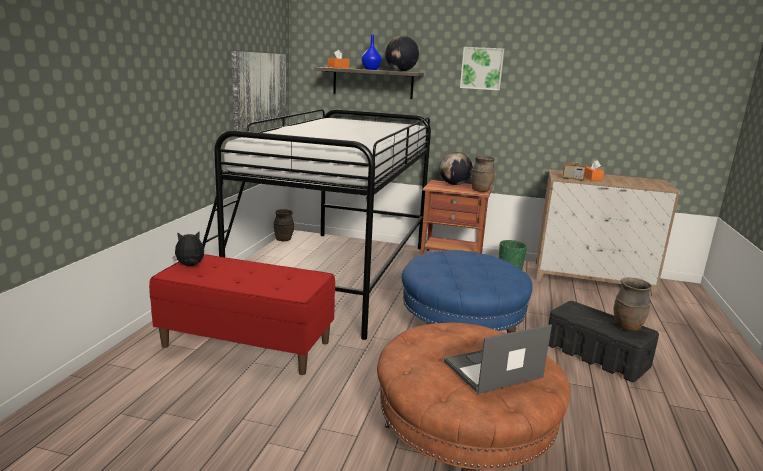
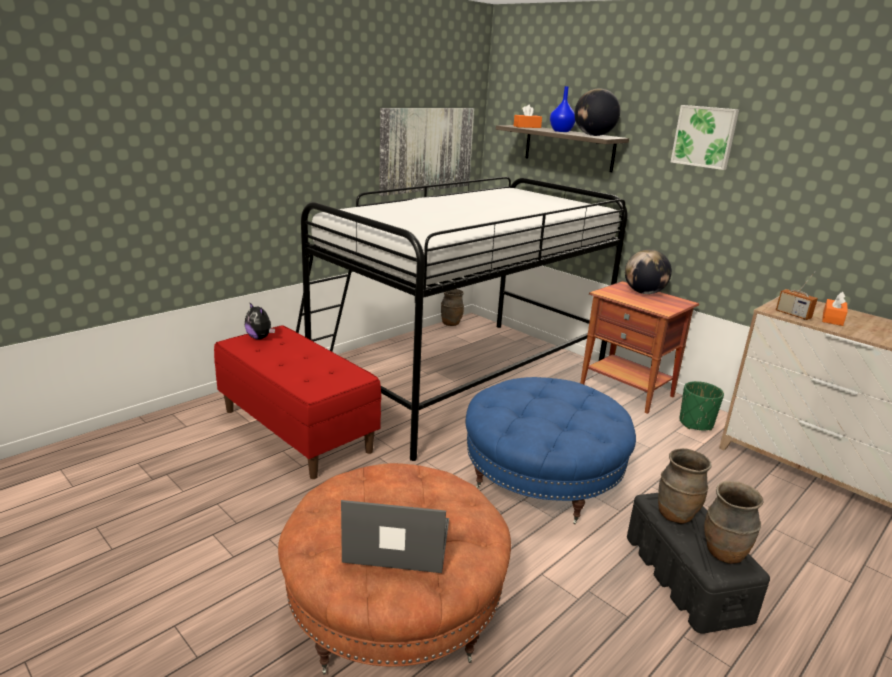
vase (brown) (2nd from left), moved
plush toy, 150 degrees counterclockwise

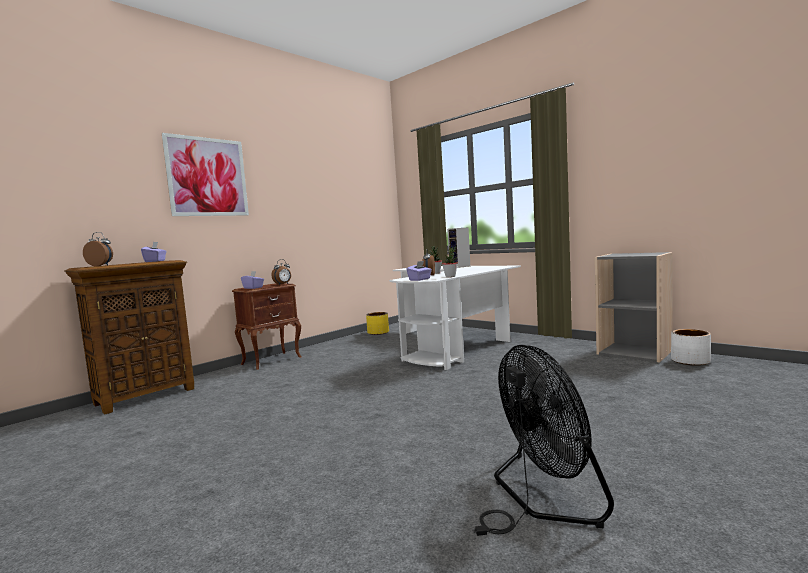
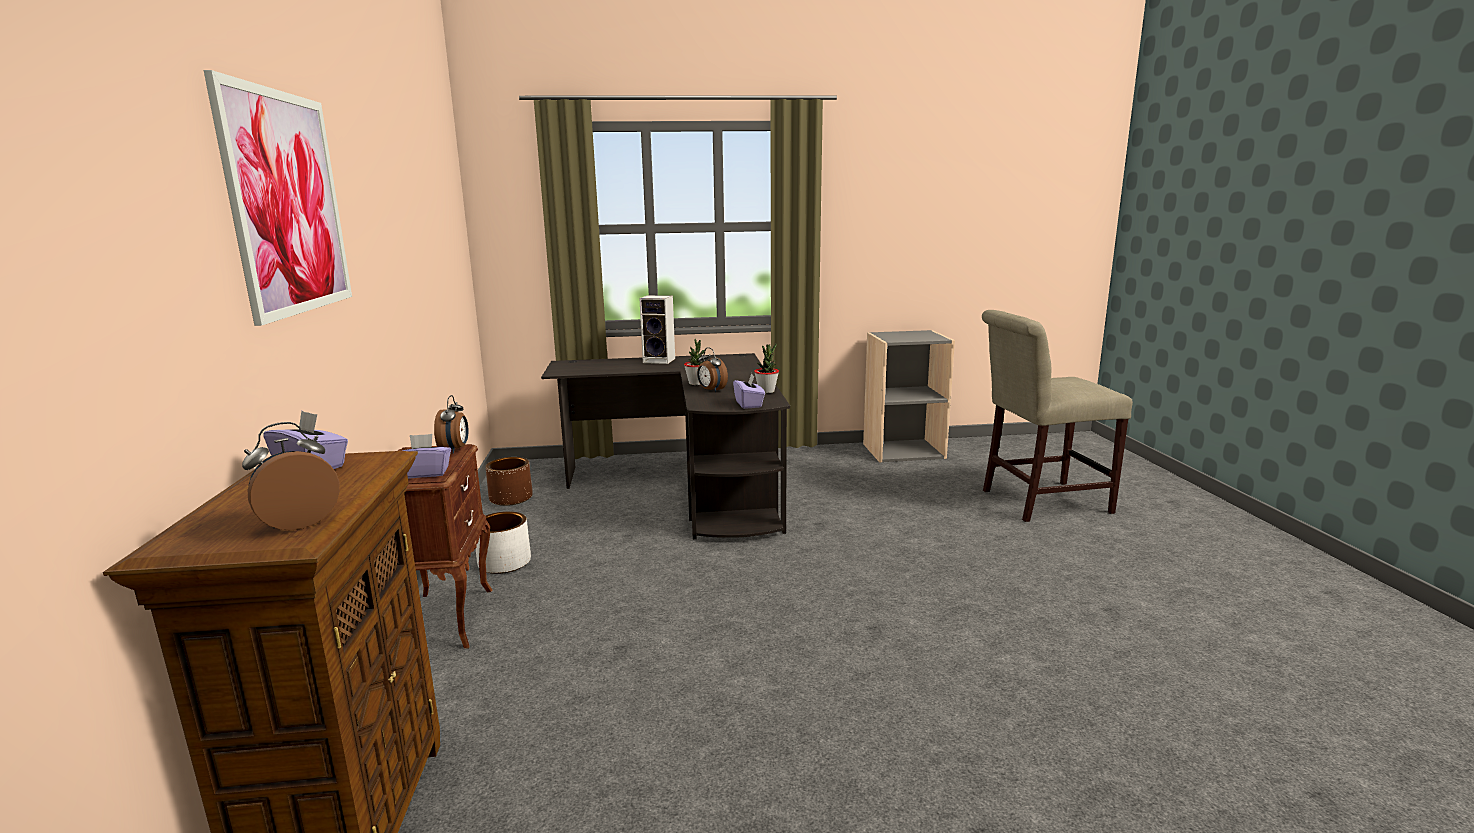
desk (white) → desk (black)
planter (yellow) → planter (brown)
planter (white), moved
fan (black) → -
- → chair (beige)

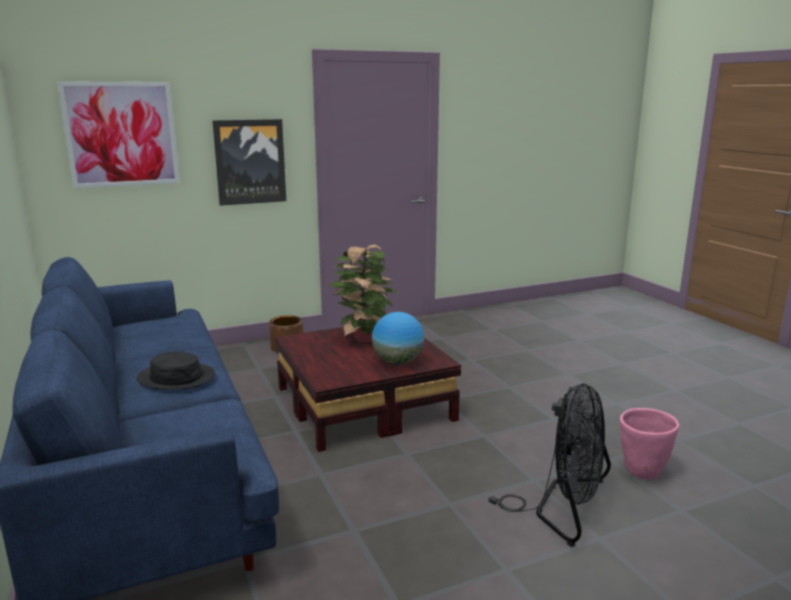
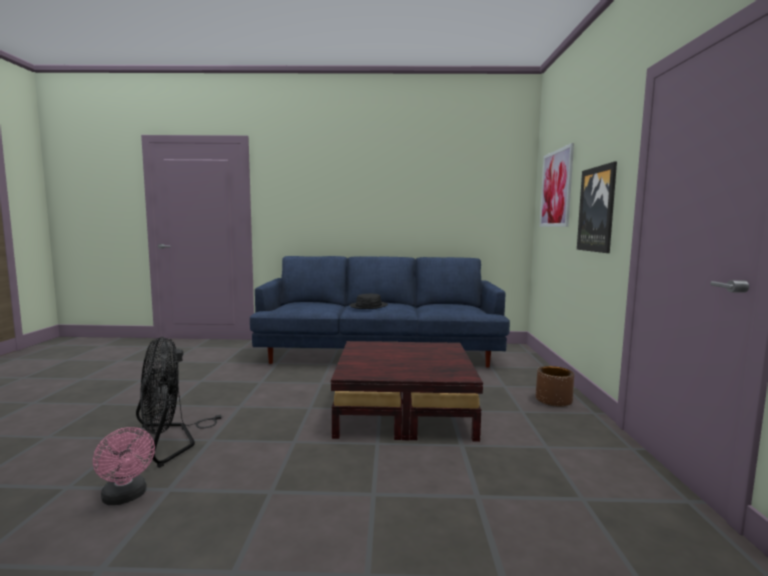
potted plant → -
globe → -
planter (pink) → fan (pink)

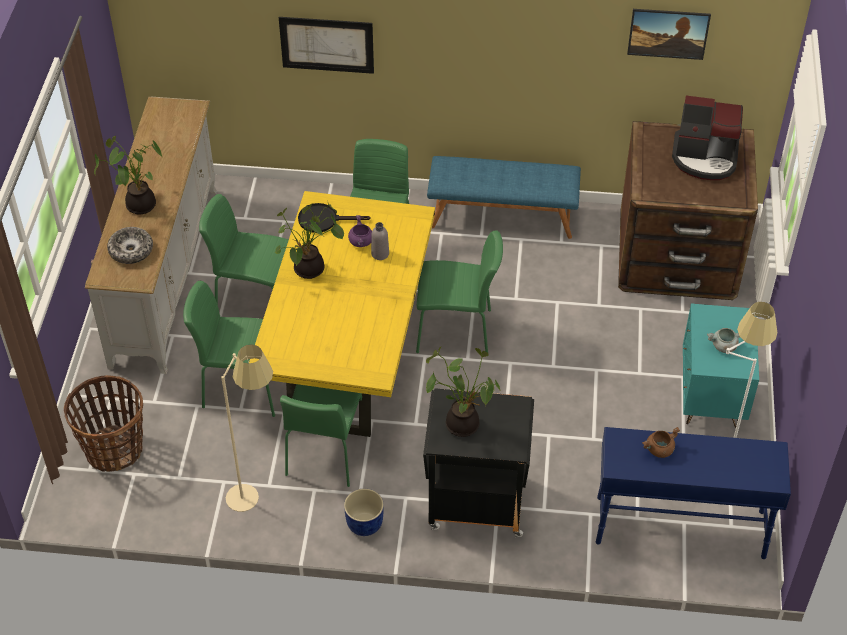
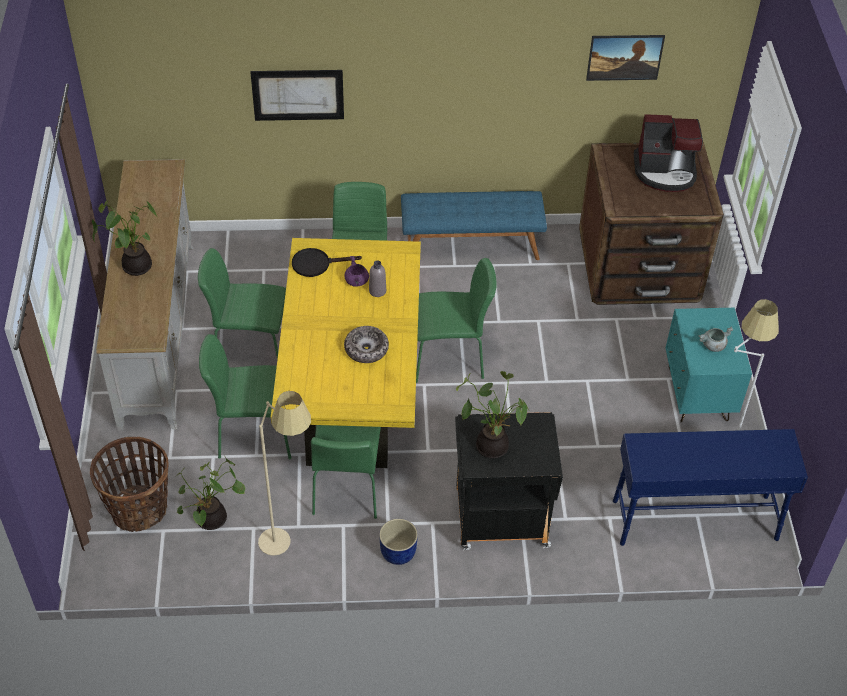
potted plant (2nd from left), moved
bowl, moved
cooking pot (brown) → -

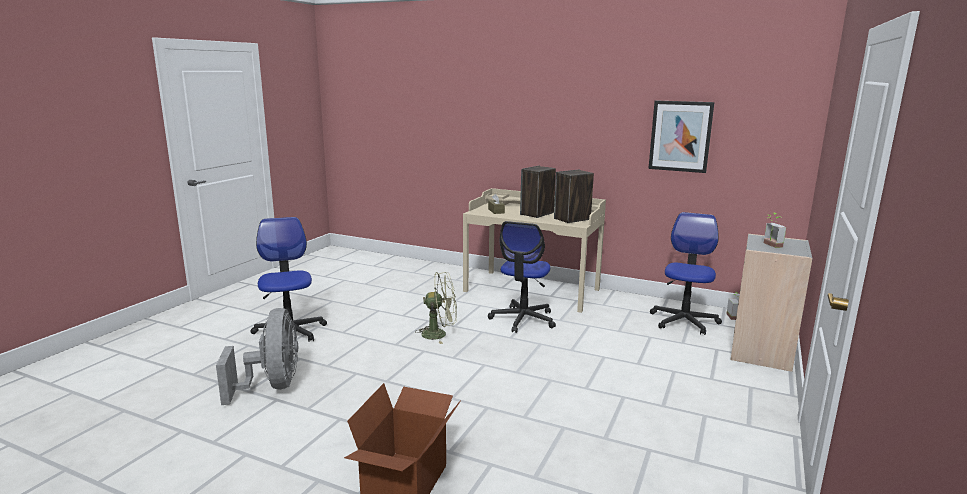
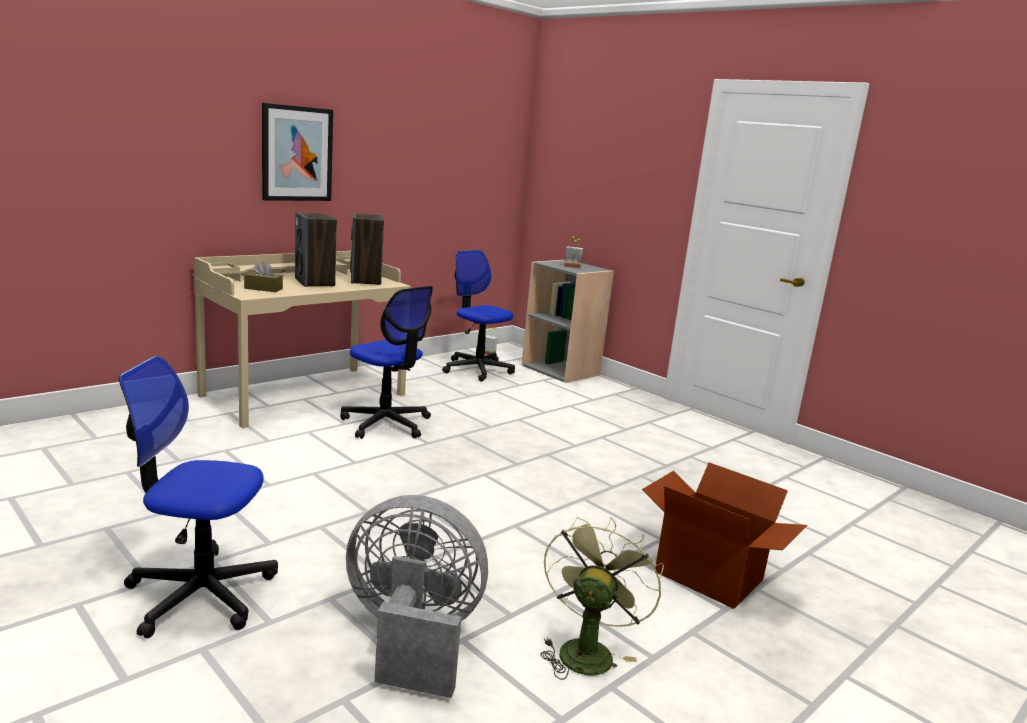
picture, moved
fan (green), moved

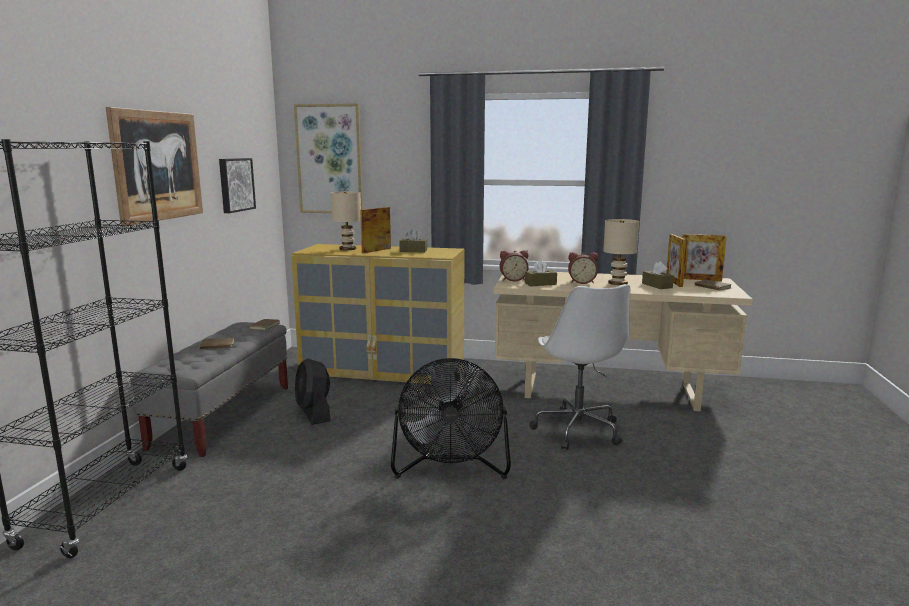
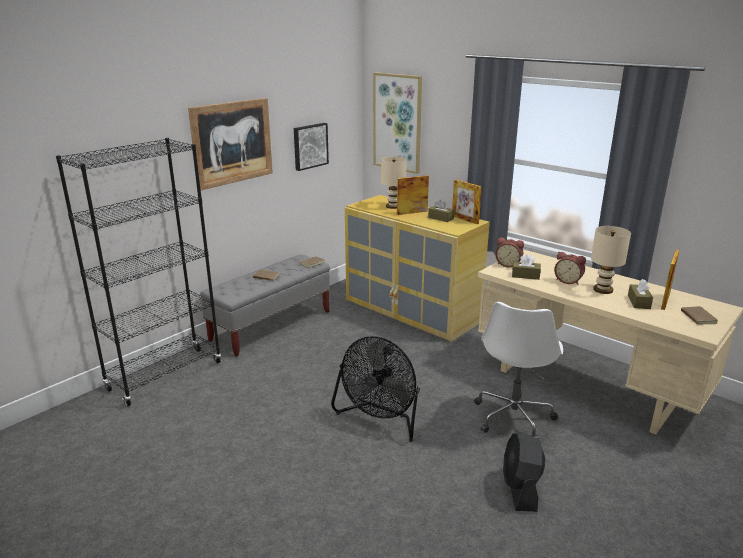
picture frame (3rd from left in the first image) → picture frame (2nd from left), moved
fan (black) (1st from left in the first image) → fan (black) (2nd from left), moved

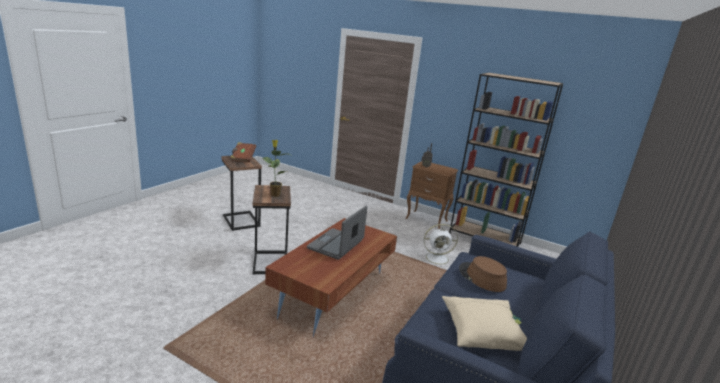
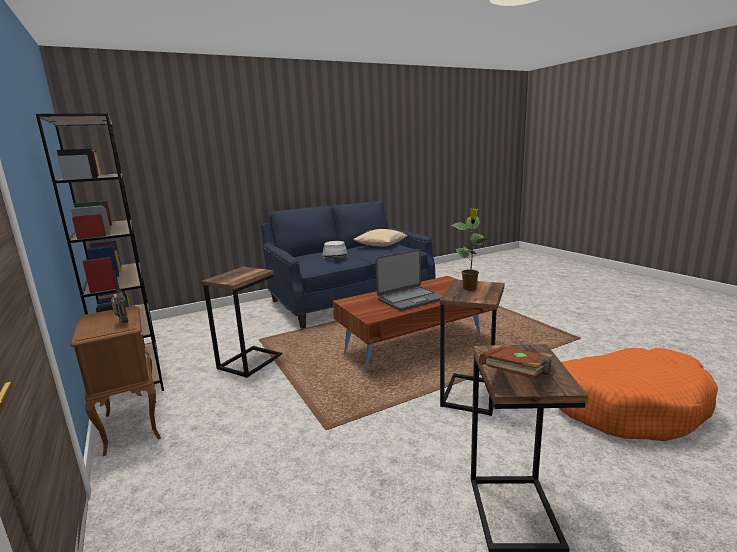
fan (white) → side table (1st from left)
hat (brown) → hat (grey)
- → dog bed (orange)

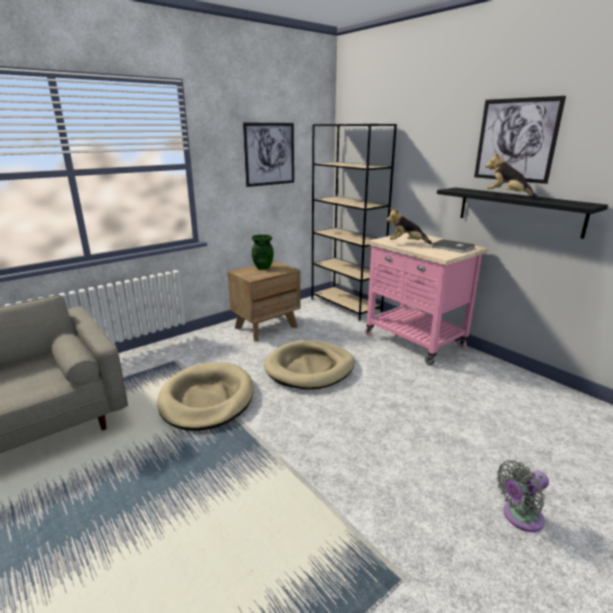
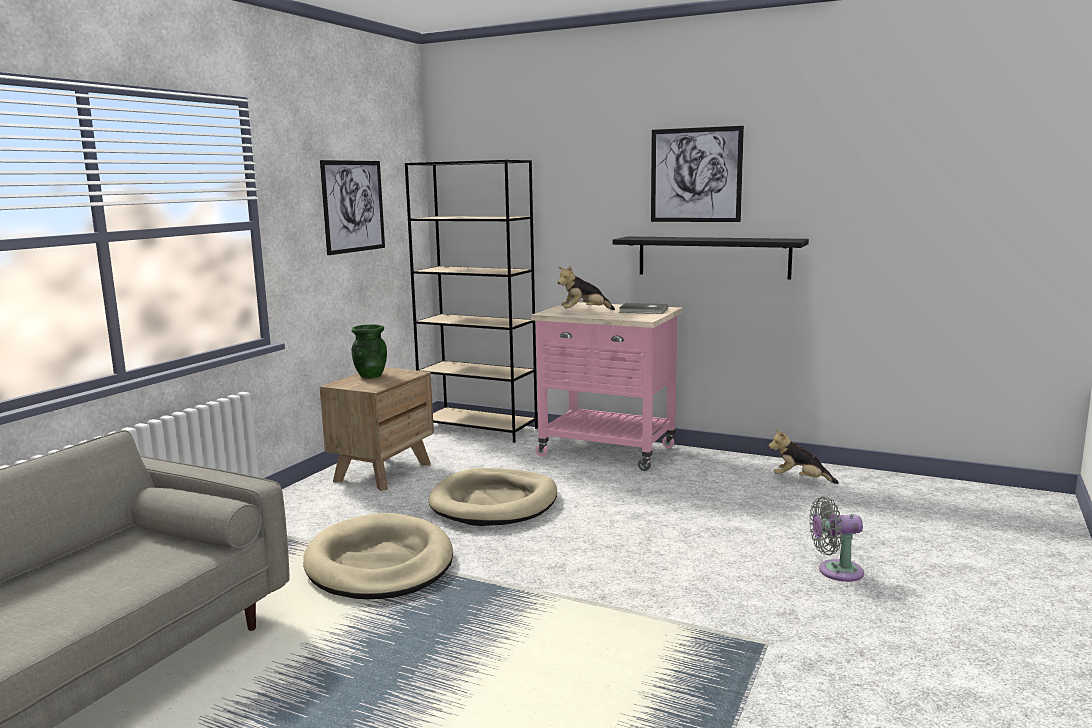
plush toy (2nd from left), moved
fan (grey), 45 degrees clockwise

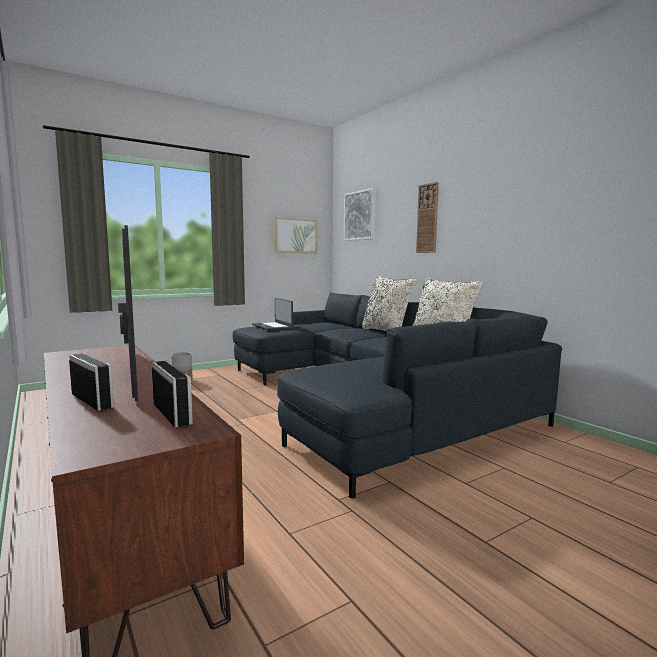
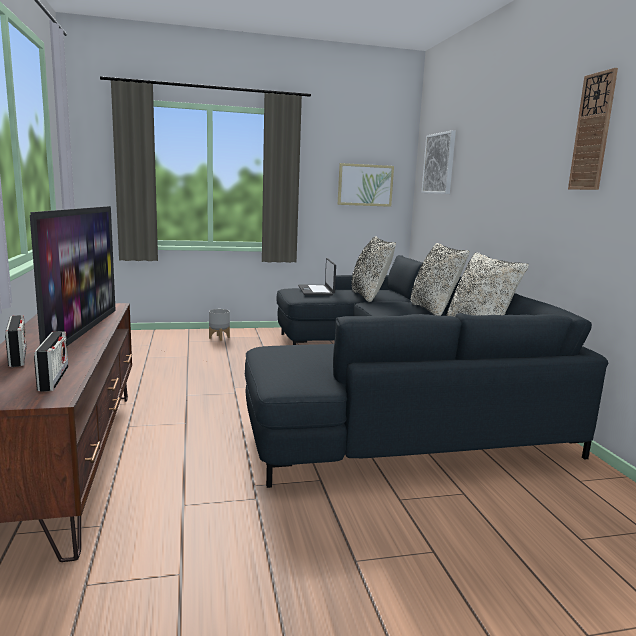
wall clock, moved
- → pillow (beige) (1st from left)

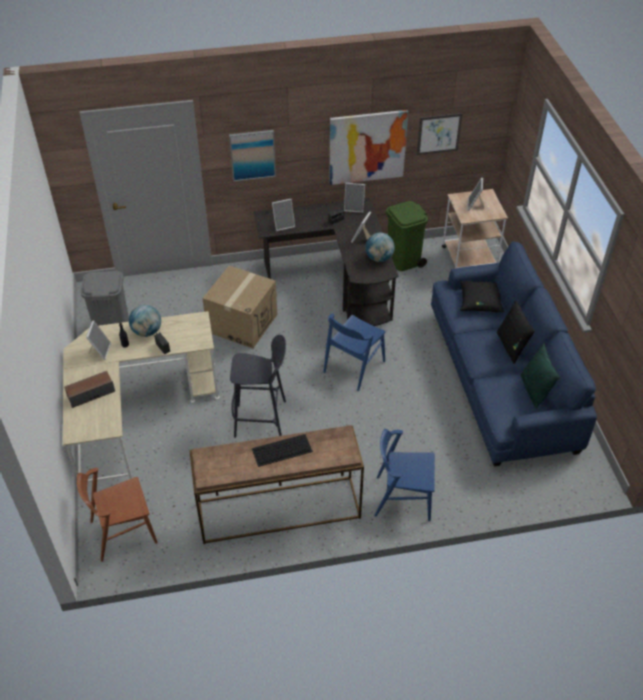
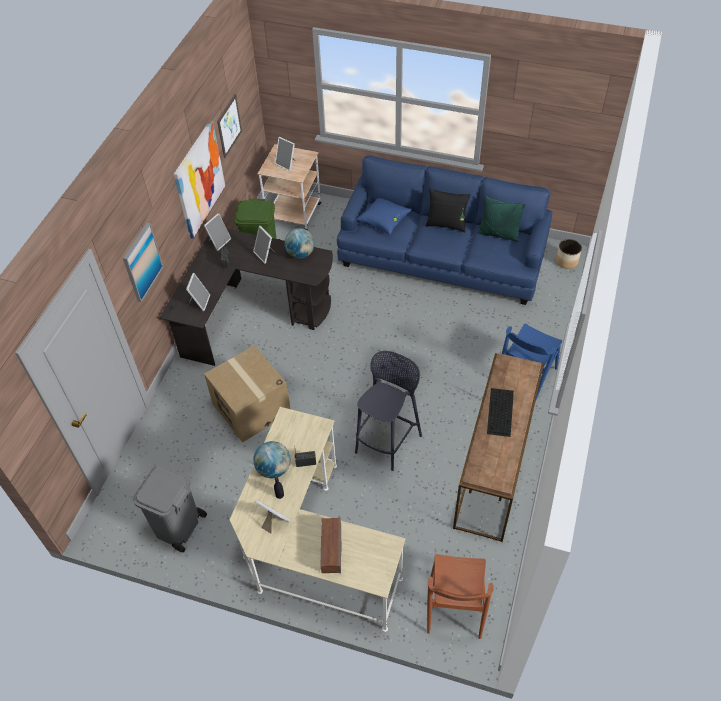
pillow (black) (1st from left) → pillow (blue)
chair (blue) (1st from left) → -
- → planter

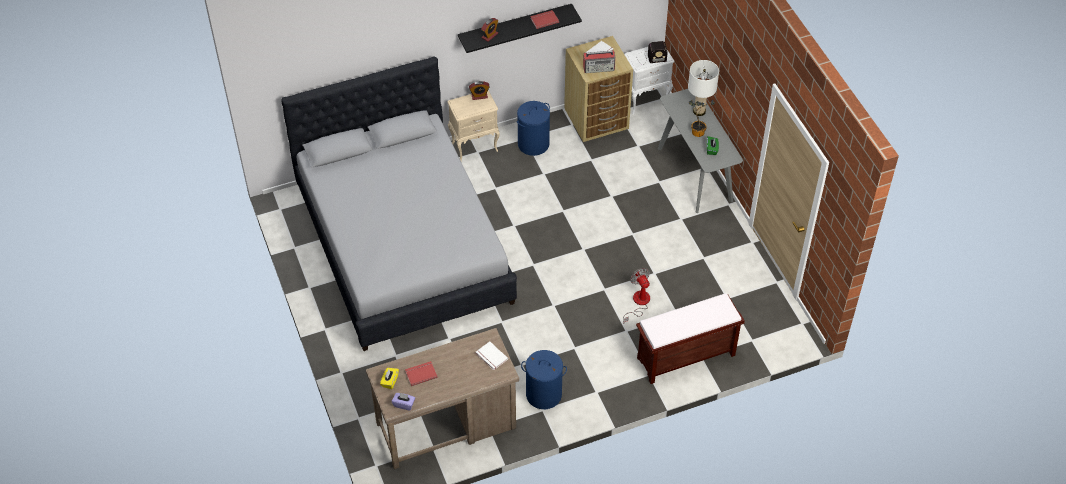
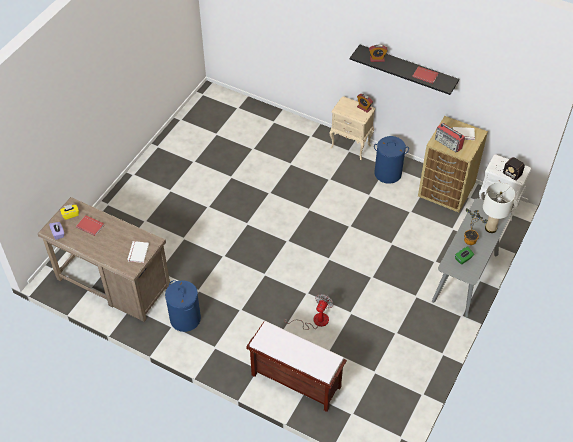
bed (grey) → -

